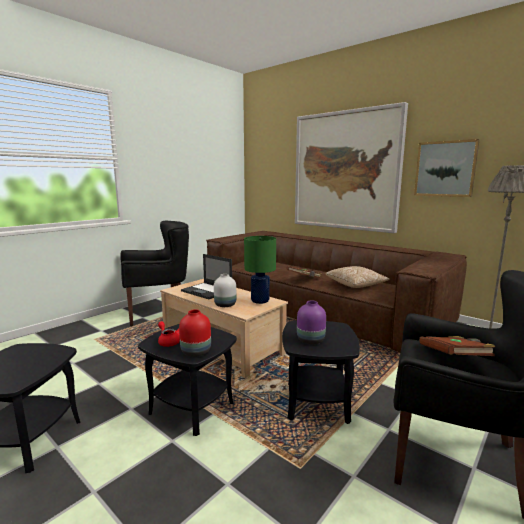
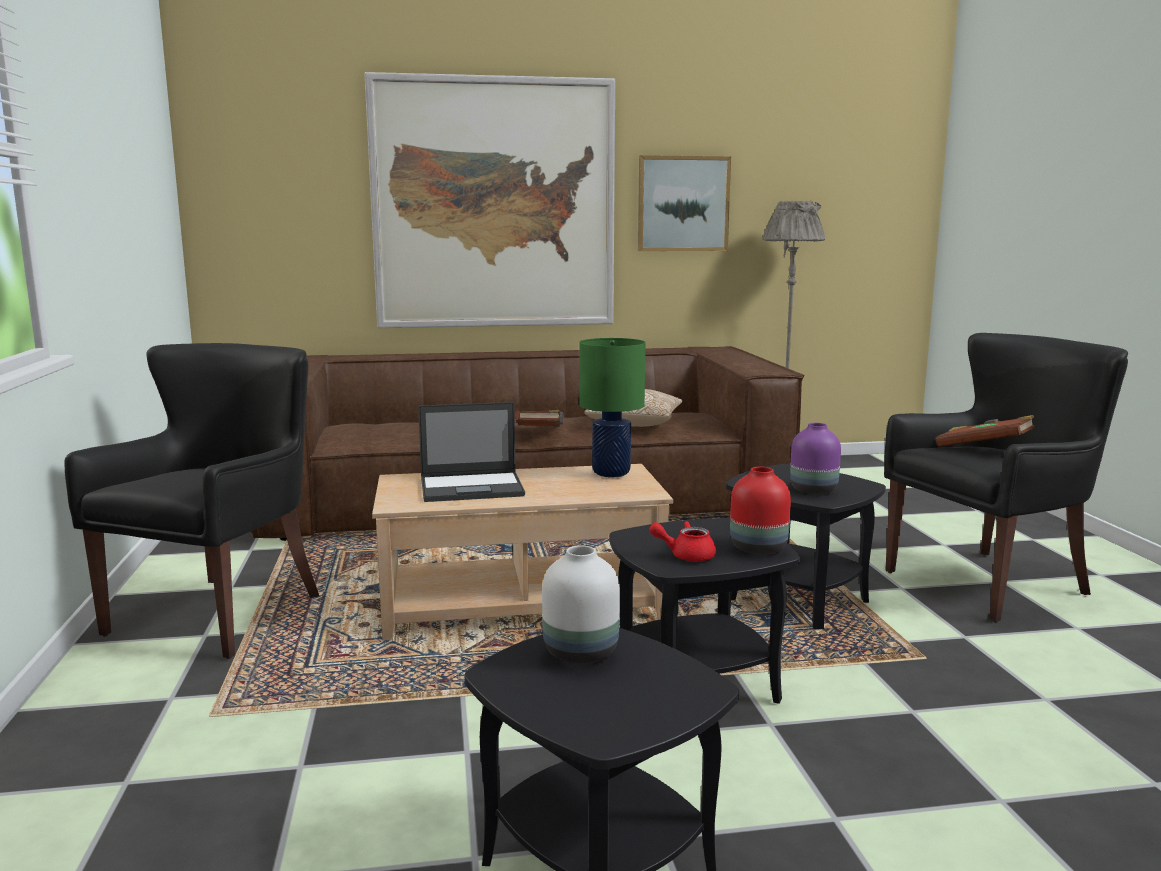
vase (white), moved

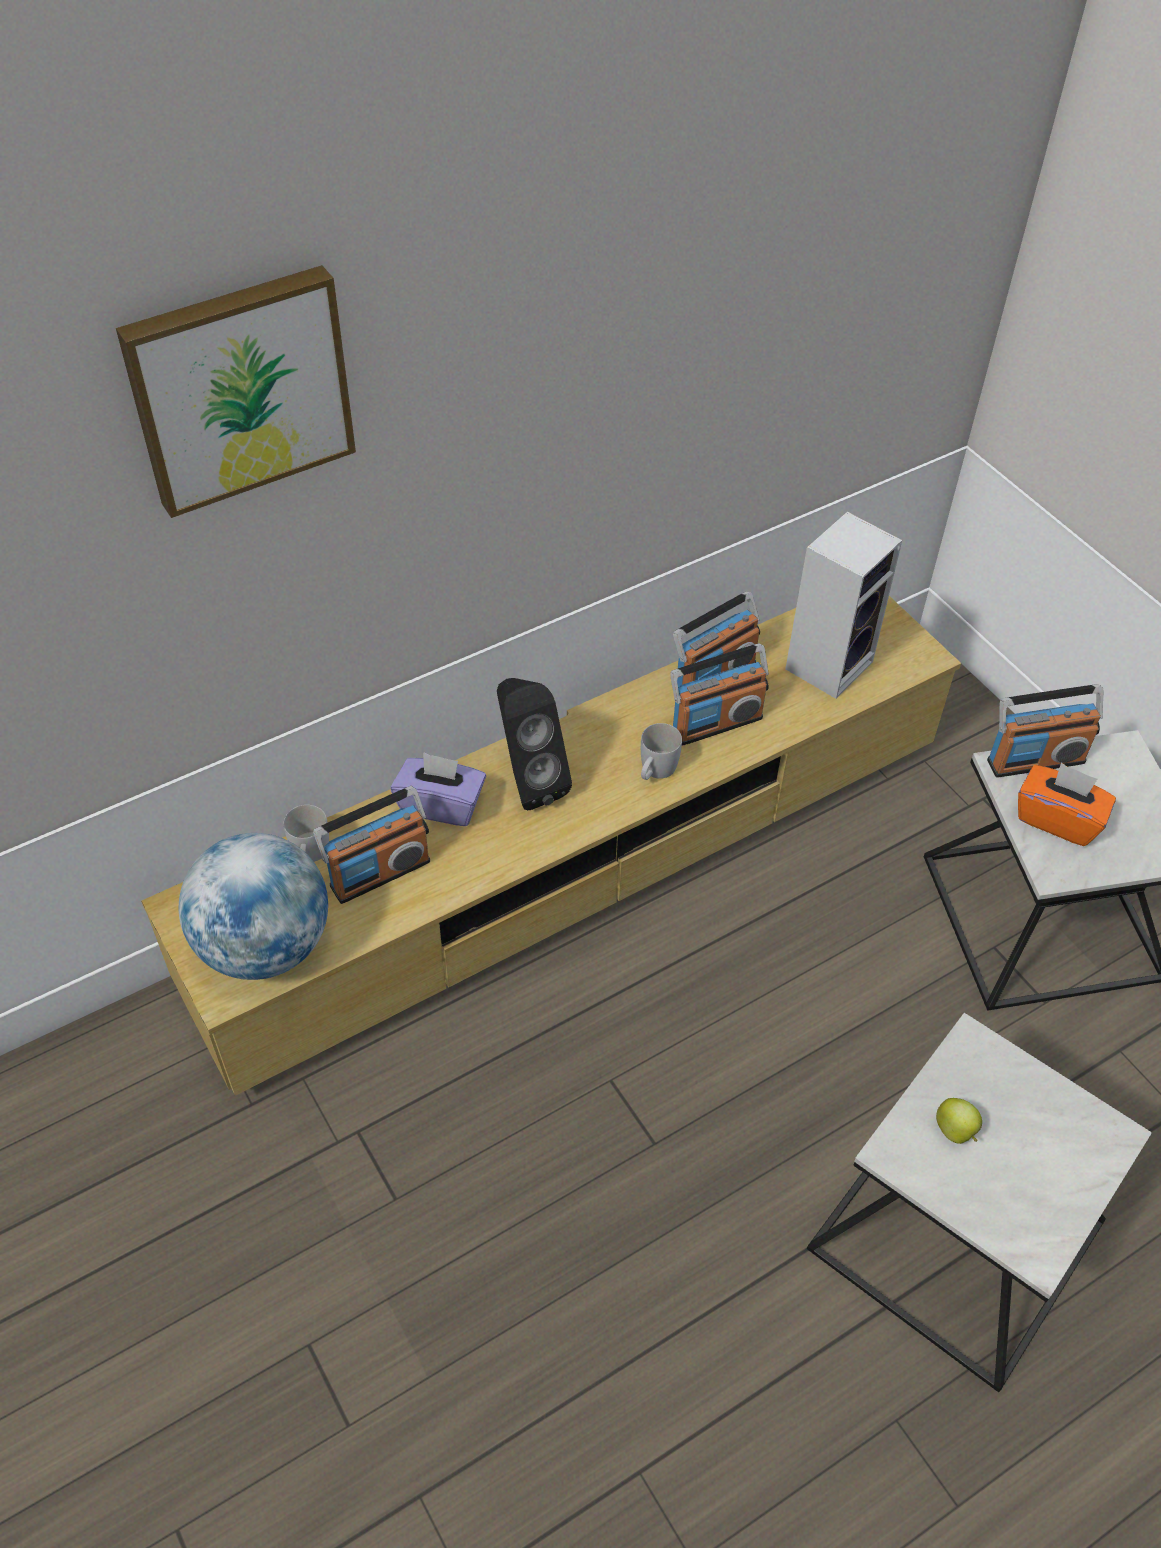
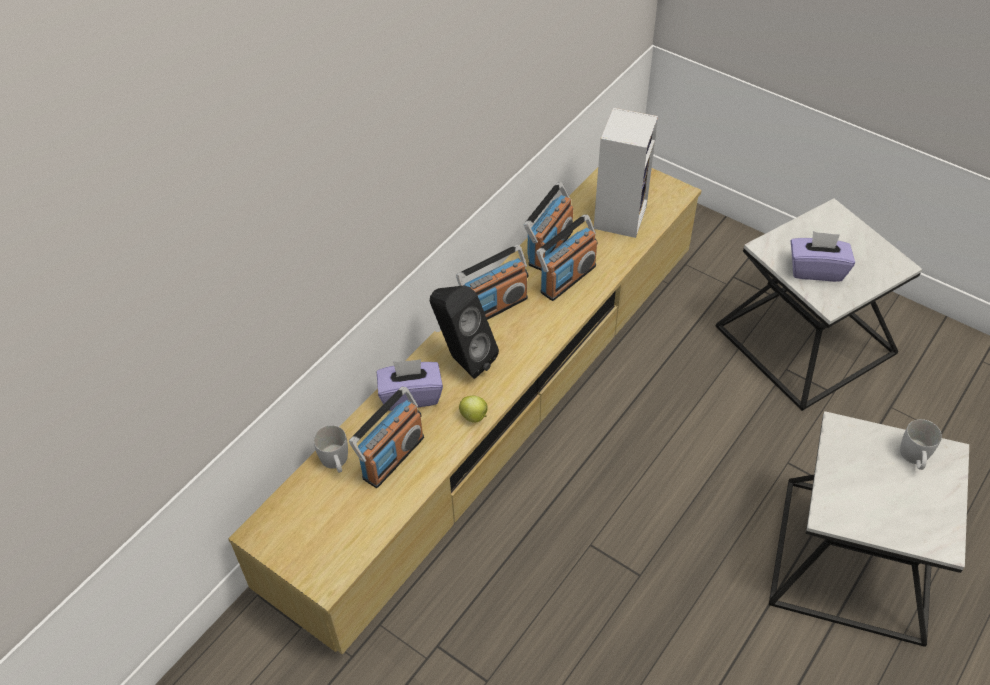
picture → -
radio (4th from left in the first image) → radio (2nd from left), moved
mug (white) (2nd from left), moved
tissue box (orange) → tissue box (purple) (2nd from left)
globe → -
apple, moved

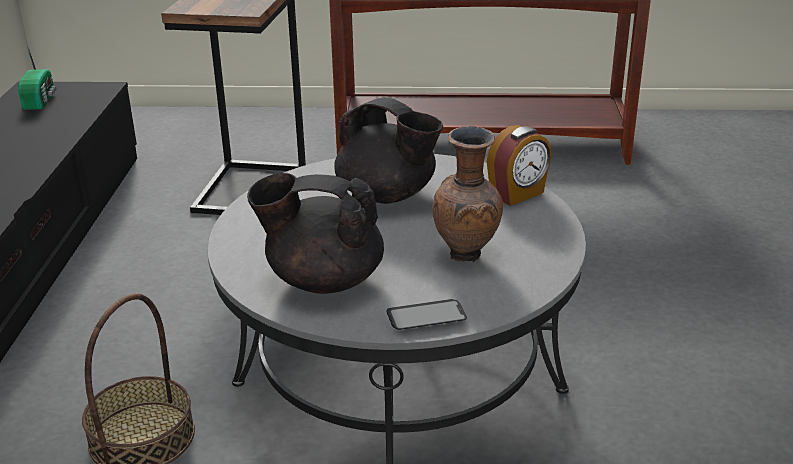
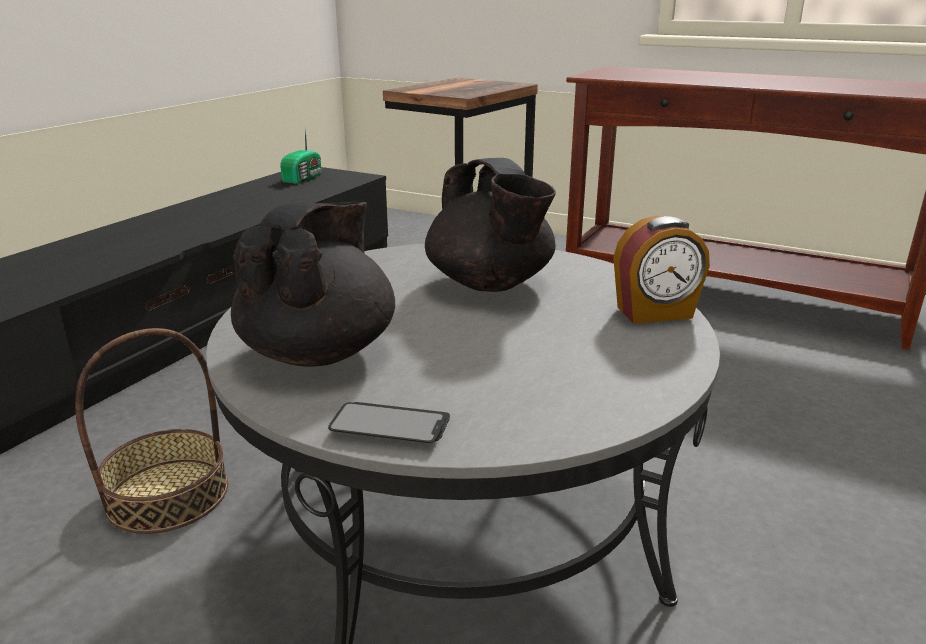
vase (brown) → -
teapot (black) (1st from left), 75 degrees clockwise

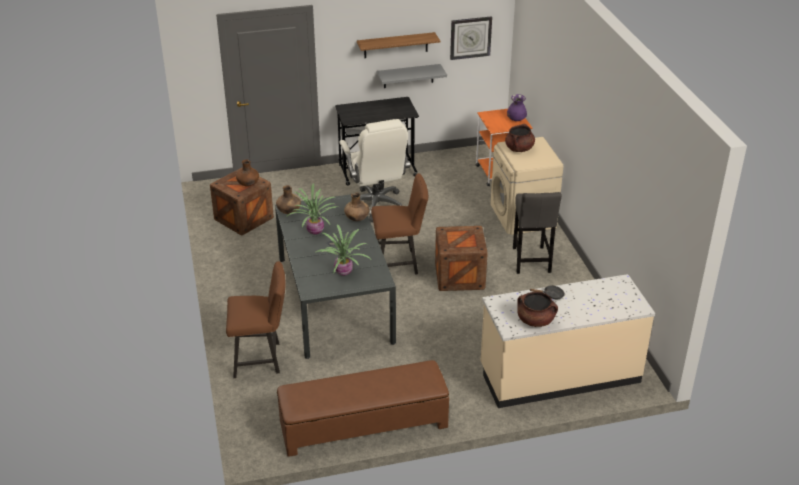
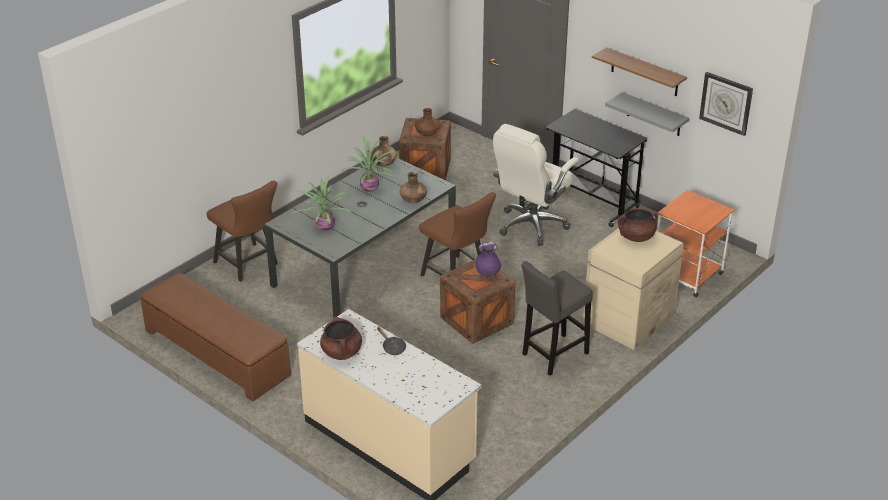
vase (purple), moved

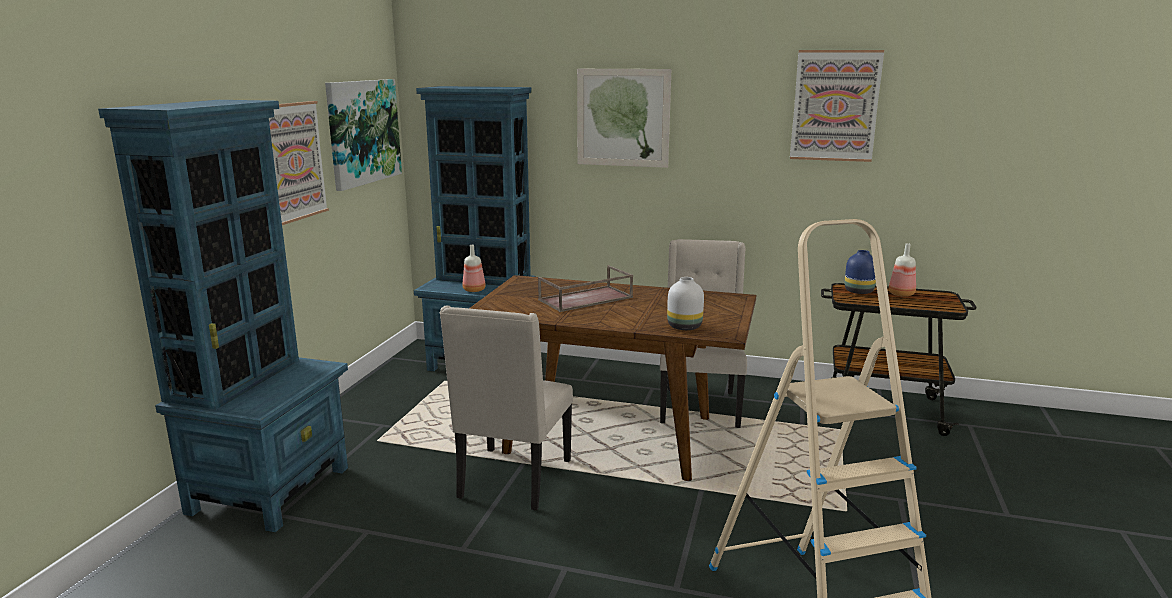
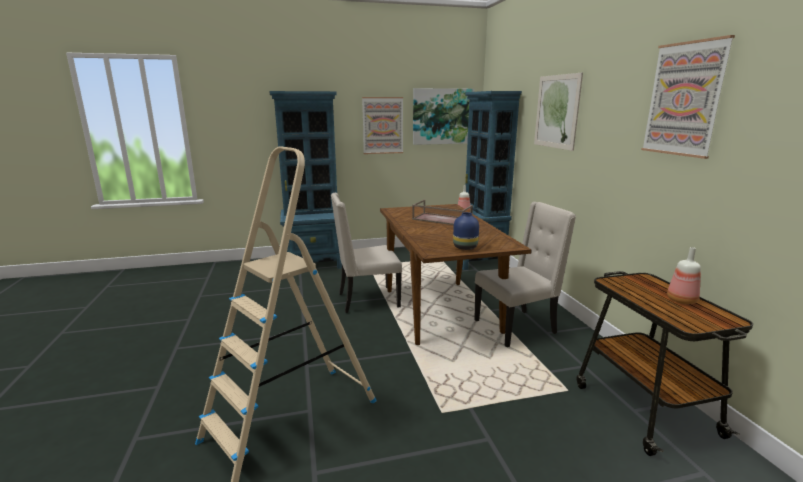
vase (blue), moved
vase (white) → -

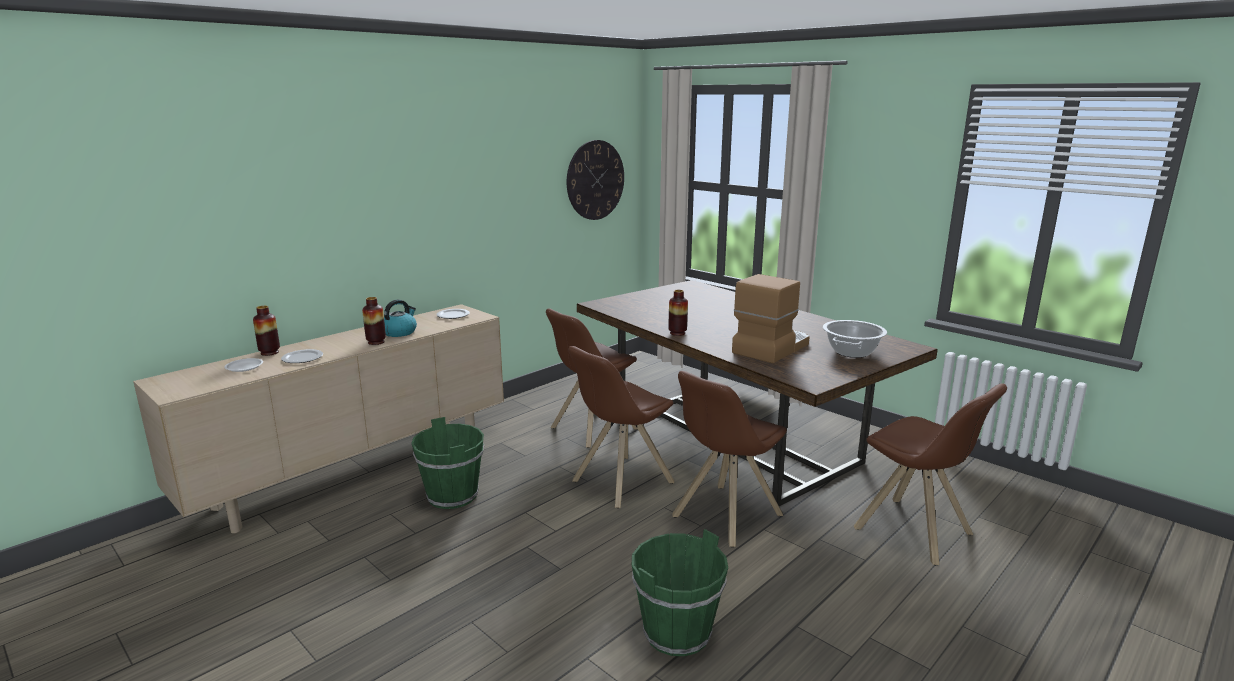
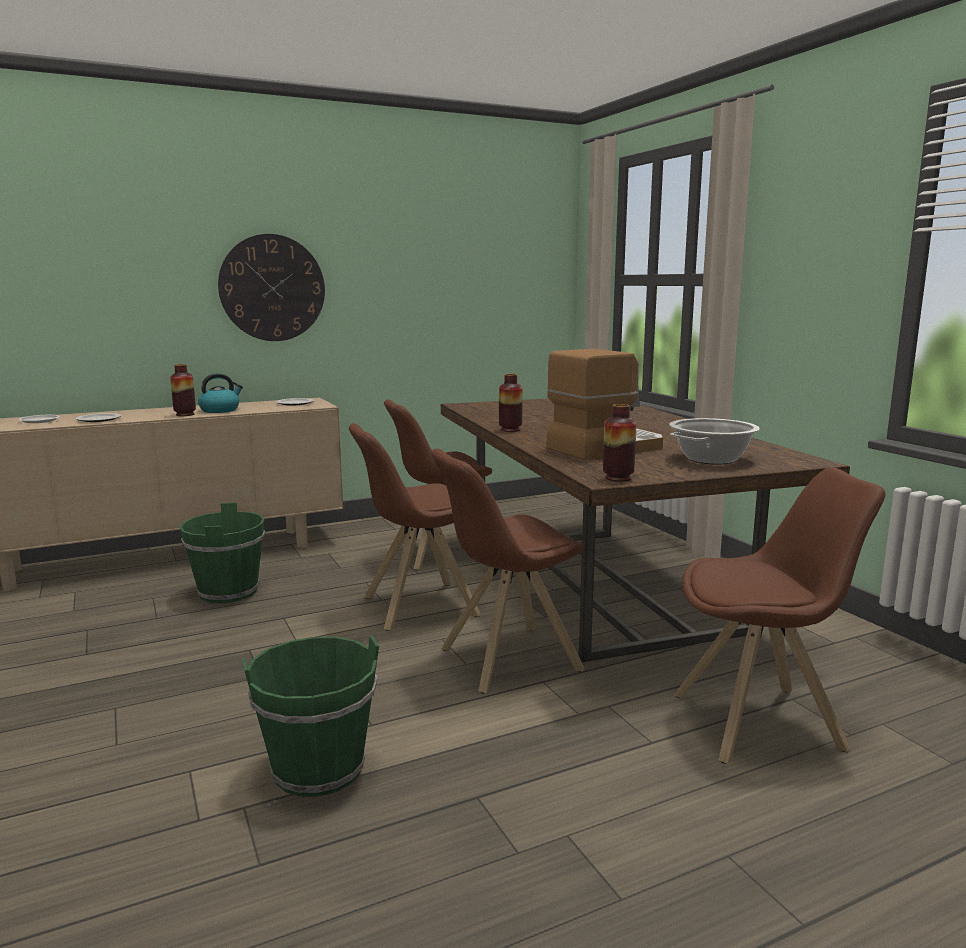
wall clock, moved
vase (1st from left in the first image) → vase (3rd from left), moved
chair (brown) (4th from left), 75 degrees counterclockwise

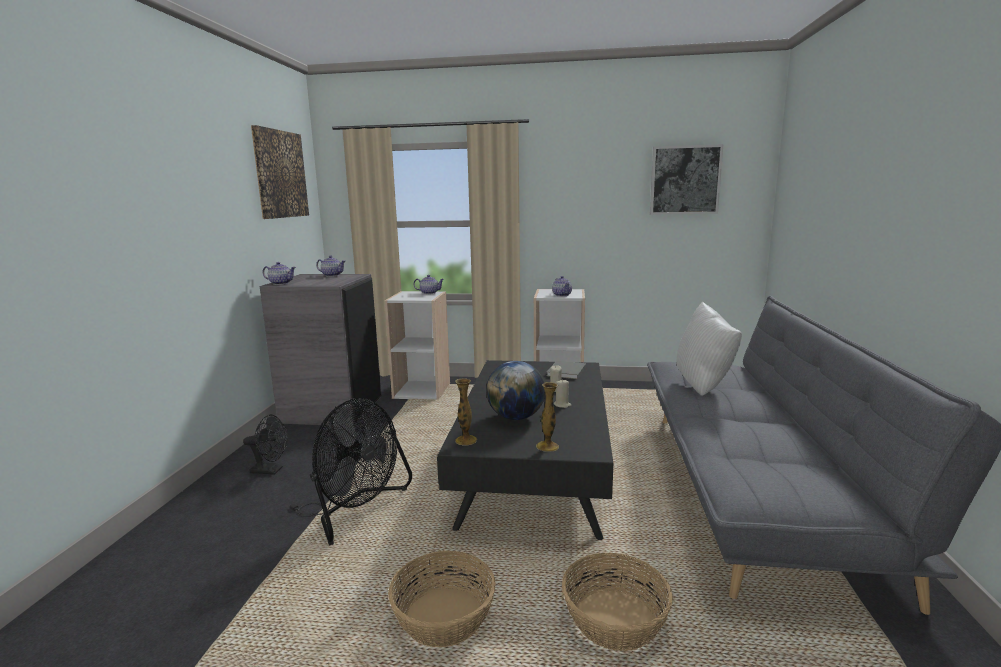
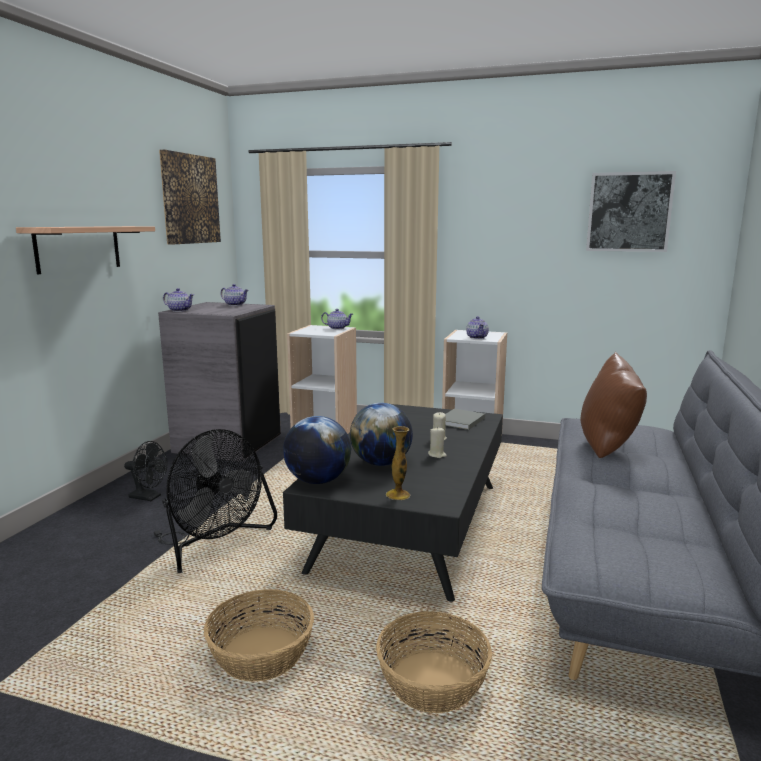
pillow (white) → pillow (brown)
vase (1st from left) → globe (1st from left)
- → shelf

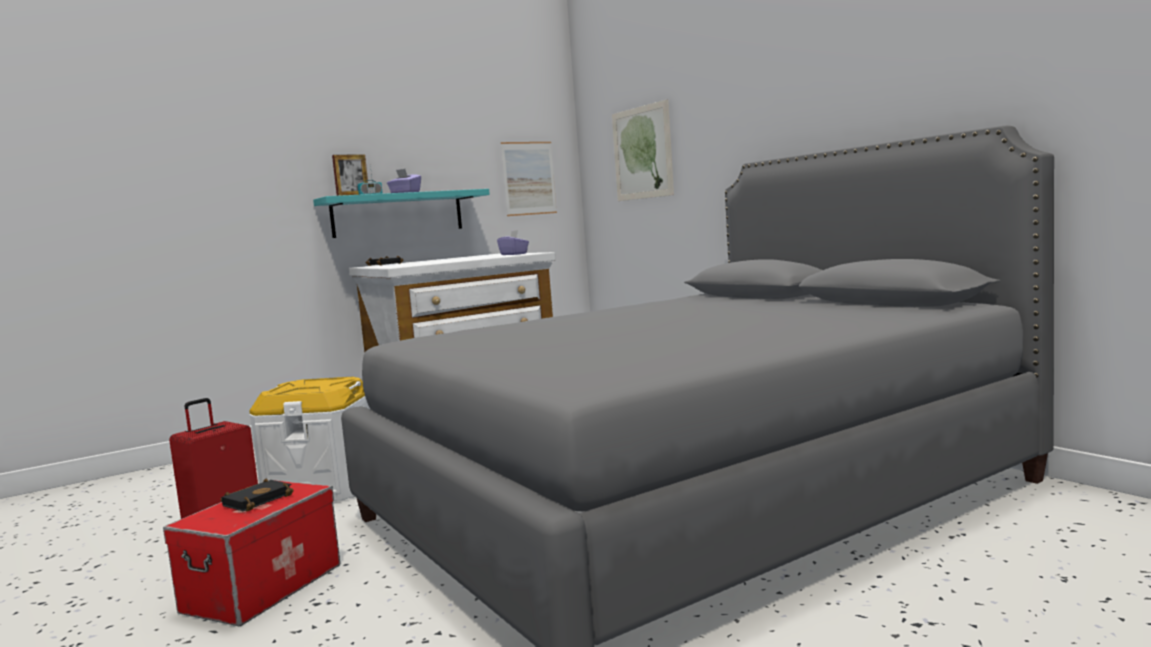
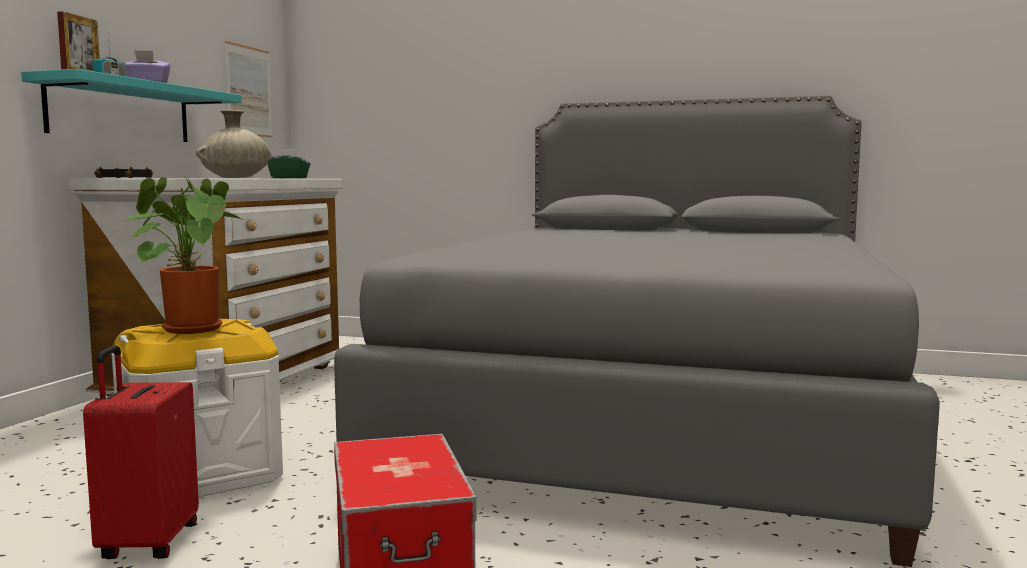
picture (2nd from left) → -
tissue box (purple) (2nd from left) → tissue box (green)
book (black) (1st from left) → -
- → vase (beige)
- → potted plant

